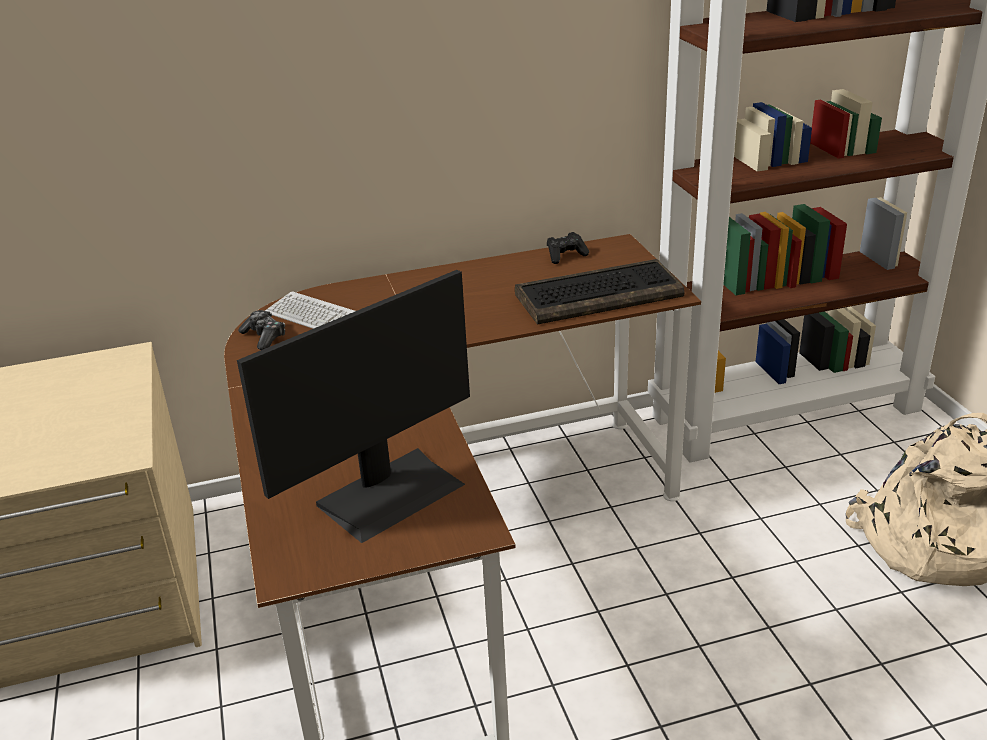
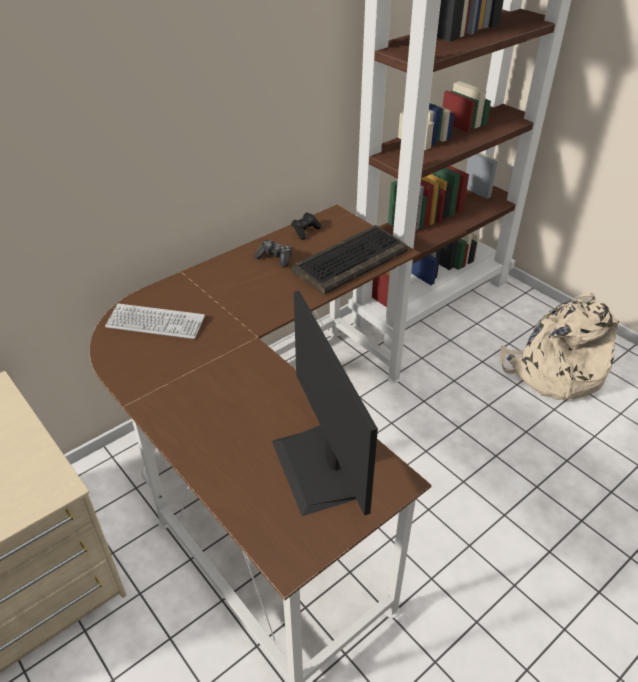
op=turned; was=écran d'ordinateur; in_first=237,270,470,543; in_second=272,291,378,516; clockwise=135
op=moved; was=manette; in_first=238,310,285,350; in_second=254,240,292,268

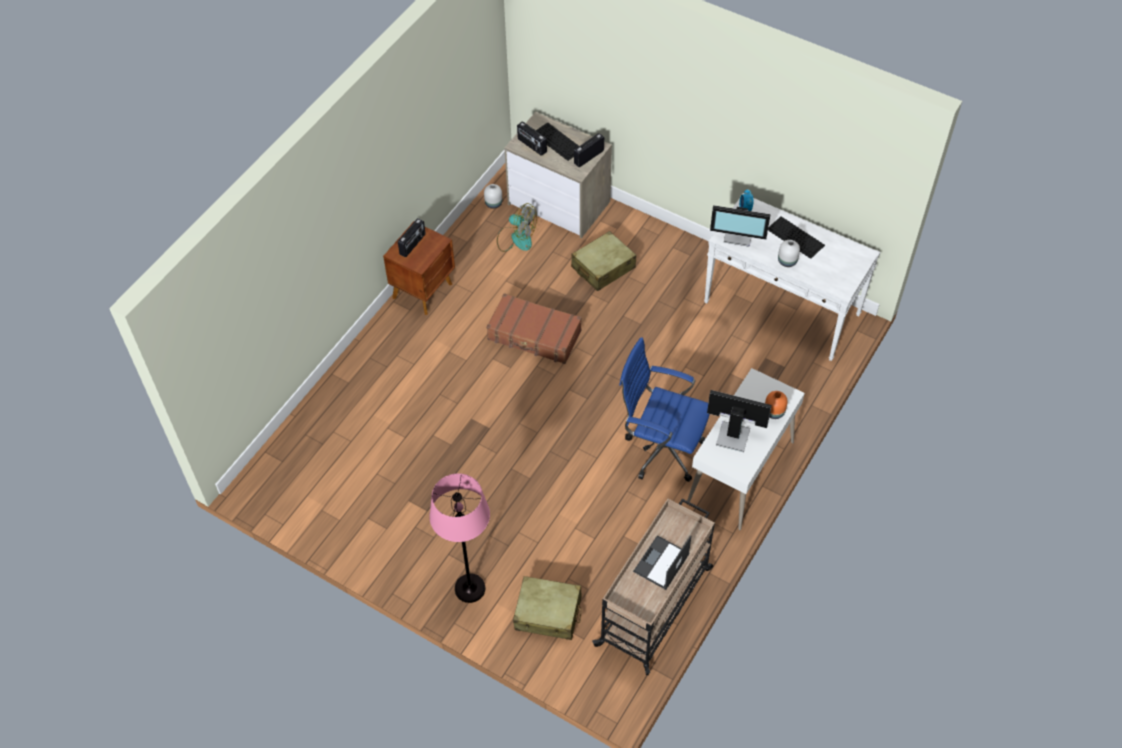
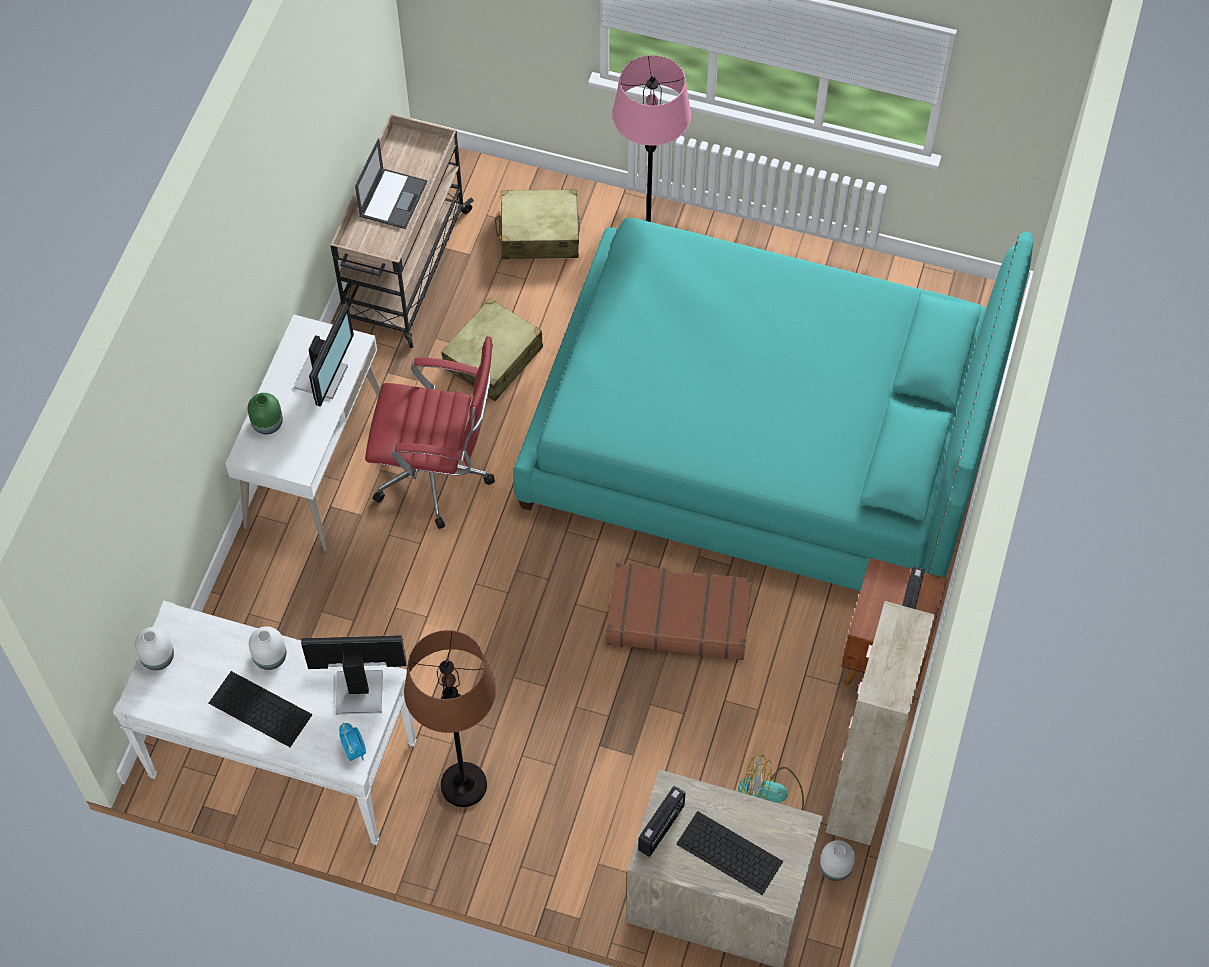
op=removed; was=radio; in_first=517,121,547,156
op=moved; was=valise/beige; in_first=571,231,636,291; in_second=441,298,543,401
op=recoloured; was=chaise de bureau/bleu; now=chaise de bureau/rouge; in_first=619,337,710,482; in_second=365,336,495,529
op=turned; was=écran d'ordinateur; in_first=707,390,772,452; in_second=294,304,354,407; clockwise=-75
op=recoloured; was=vase/orange; now=vase/vert; in_first=765,391,788,419; in_second=248,393,283,434
op=added; now=vase/blanc; in_second=135,627,174,670
op=added; now=lampadaire/marron; in_second=404,630,496,807
op=added; now=lit/turquoise; in_second=513,218,1034,591
op=added; now=meuble de rangement/beige; in_second=825,601,935,845

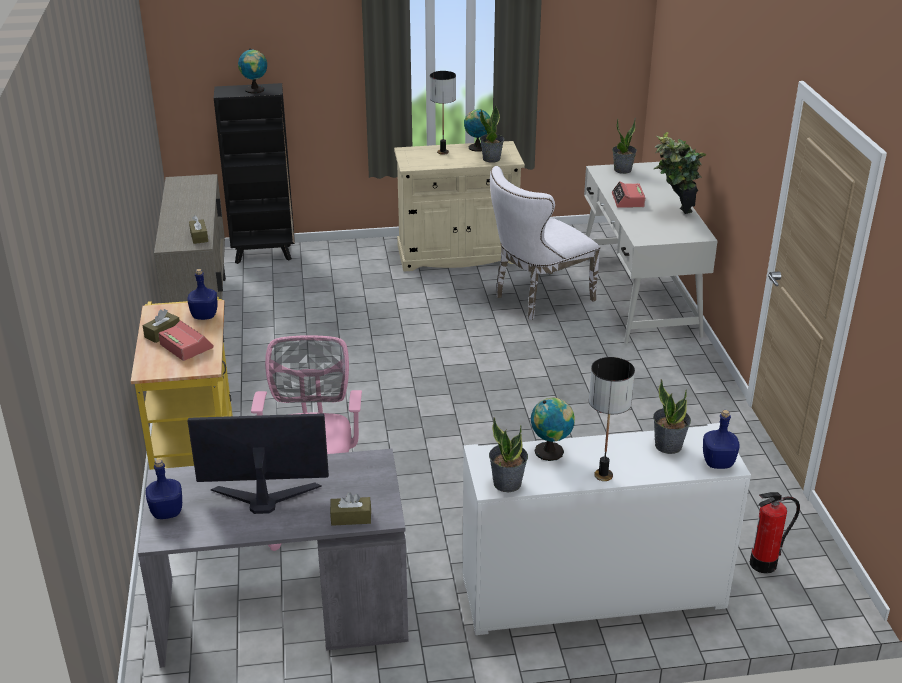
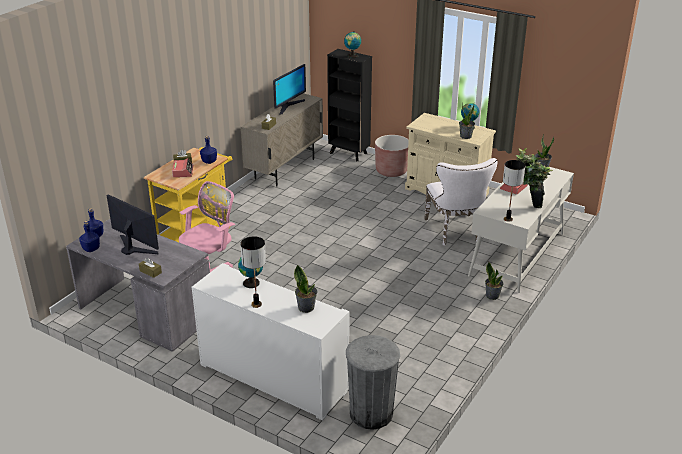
op=moved; was=lampe de table; in_first=430,71,456,155; in_second=503,160,525,222
op=moved; was=plante en pot; in_first=489,418,528,492; in_second=485,262,503,300
op=turned; was=chaise/blanc; in_first=490,166,600,320; in_second=424,158,498,246; clockwise=-105
op=moved; was=bouteille/bleu; in_first=703,410,740,469; in_second=79,221,100,252
op=replaced; was=extincteur; now=poubelle/gris; in_first=750,492,800,574; in_second=346,335,400,430
op=added; now=écran d'ordinateur; in_second=273,64,306,115
op=added; now=cache-pot/marron; in_second=375,135,409,177

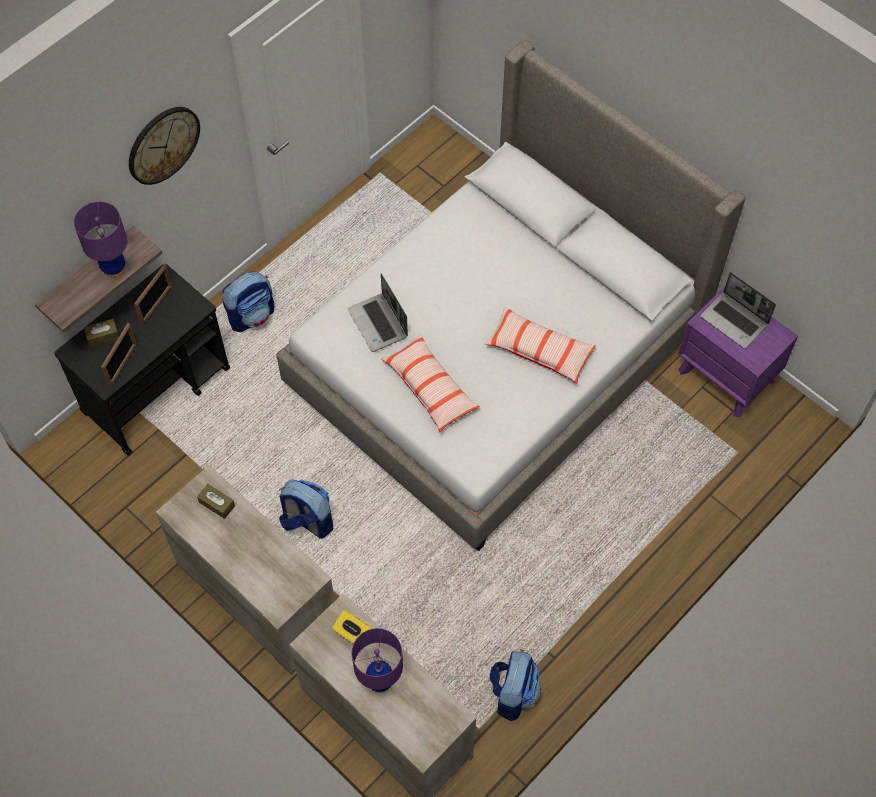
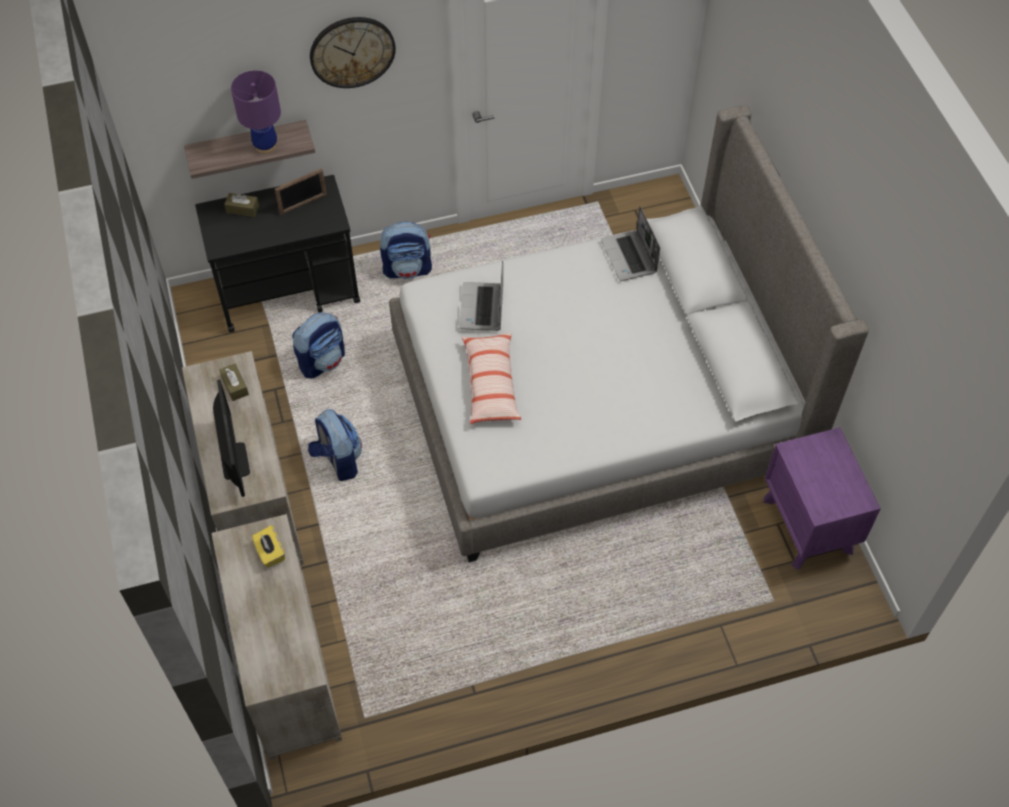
op=removed; was=cadre photo; in_first=101,323,137,387
op=removed; was=lampe de table/violet; in_first=352,628,403,693
op=removed; was=coussin; in_first=485,307,596,384
op=moved; was=sac à dos; in_first=490,649,541,721; in_second=292,312,345,379
op=moved; was=ordinateur portable; in_first=701,272,776,349; in_second=601,207,660,281
op=added; now=écran d'ordinateur; in_second=213,380,250,497

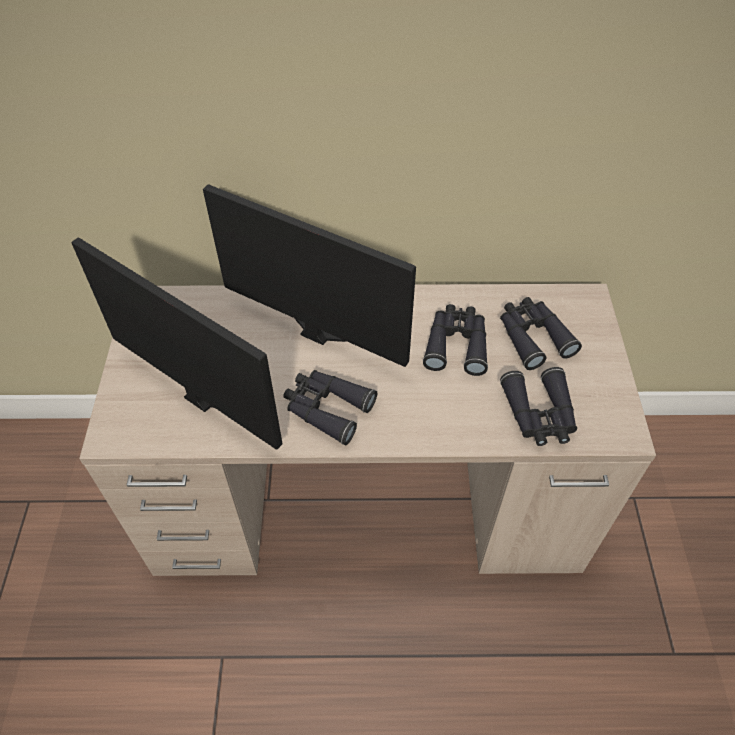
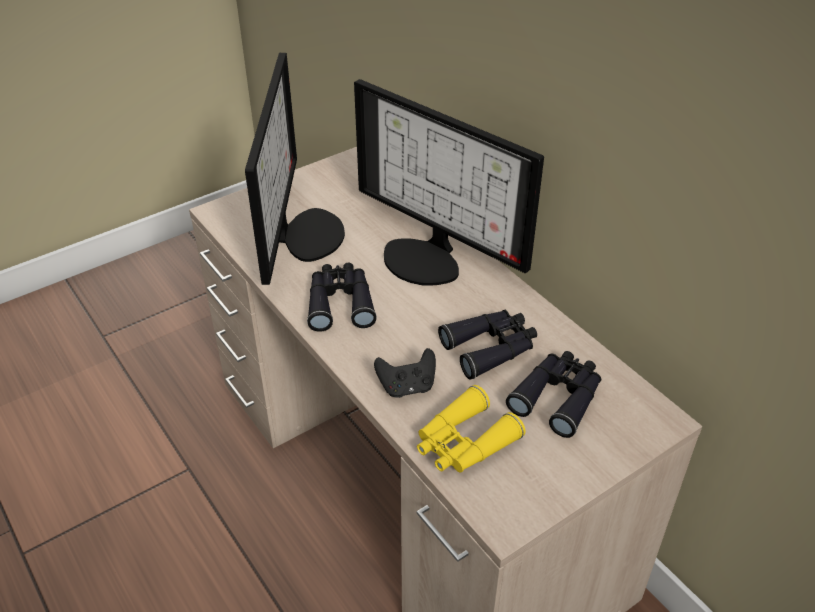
op=turned; was=écran d'ordinateur; in_first=203,184,416,367; in_second=354,79,544,286; clockwise=135
op=recoloured; was=jumelles/noir; now=jumelles/jaune; in_first=500,367,577,446; in_second=417,385,525,473
op=added; now=manette/noir; in_second=374,348,436,398

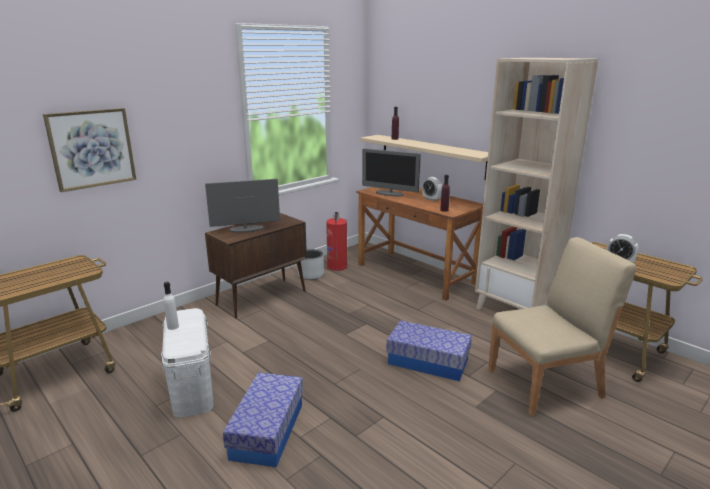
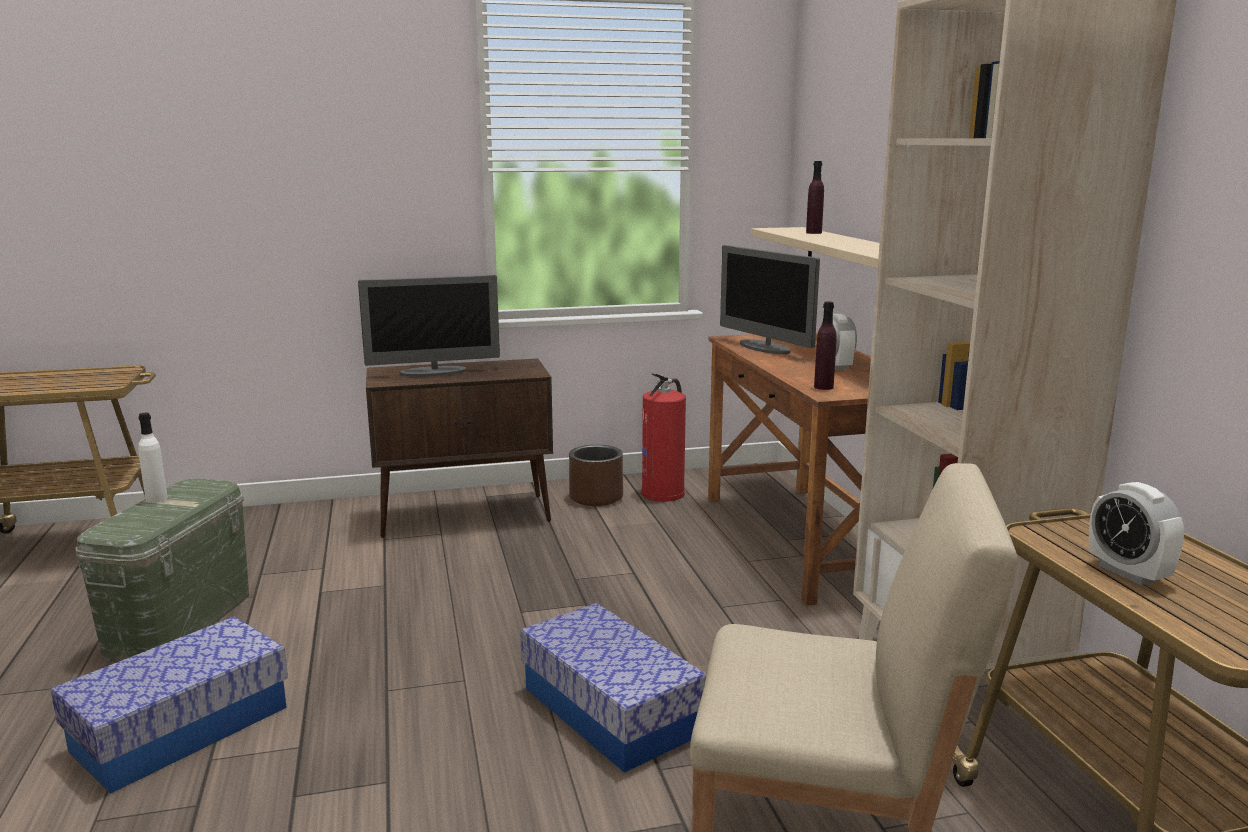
op=removed; was=tableau; in_first=43,108,136,192
op=recoloured; was=boîte de rangement/blanc; now=boîte de rangement/vert; in_first=161,308,214,418; in_second=75,479,249,663
op=turned; was=écran d'ordinateur; in_first=205,179,280,233; in_second=358,275,500,377; clockwise=150
op=recoloured; was=cache-pot/gris; now=cache-pot/marron; in_first=298,249,324,280; in_second=569,445,623,506

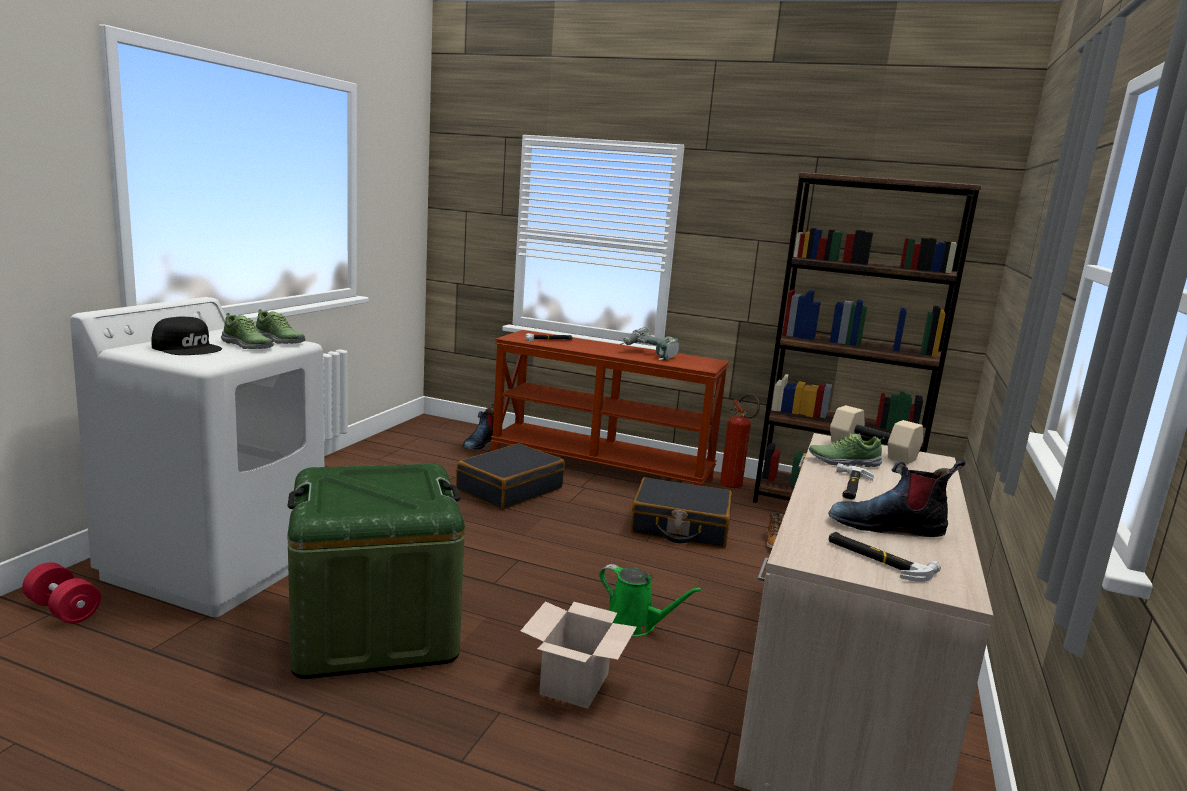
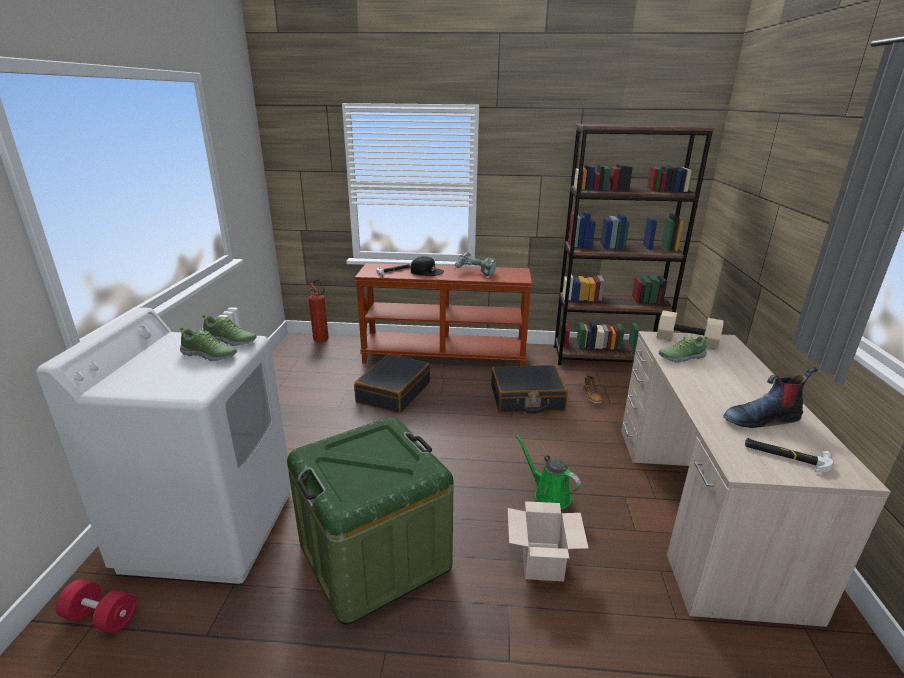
op=moved; was=casquette/noir; in_first=151,316,222,355; in_second=411,256,444,276
op=removed; was=botte; in_first=462,402,494,449
op=turned; was=arrosoir/vert; in_first=599,564,702,637; in_second=516,435,581,509; clockwise=-150
op=moved; was=extincteur; in_first=720,394,760,488; in_second=309,279,329,342
op=removed; was=marteau; in_first=836,463,874,499

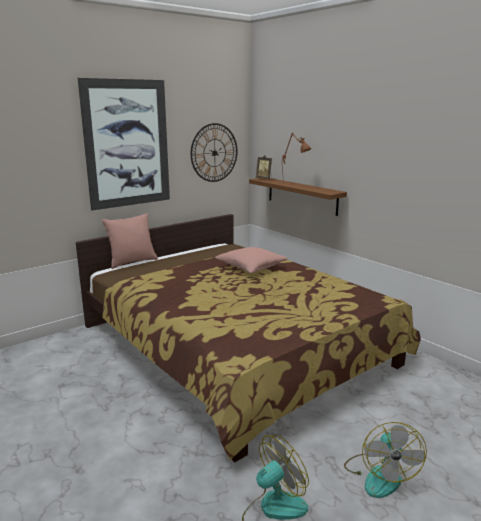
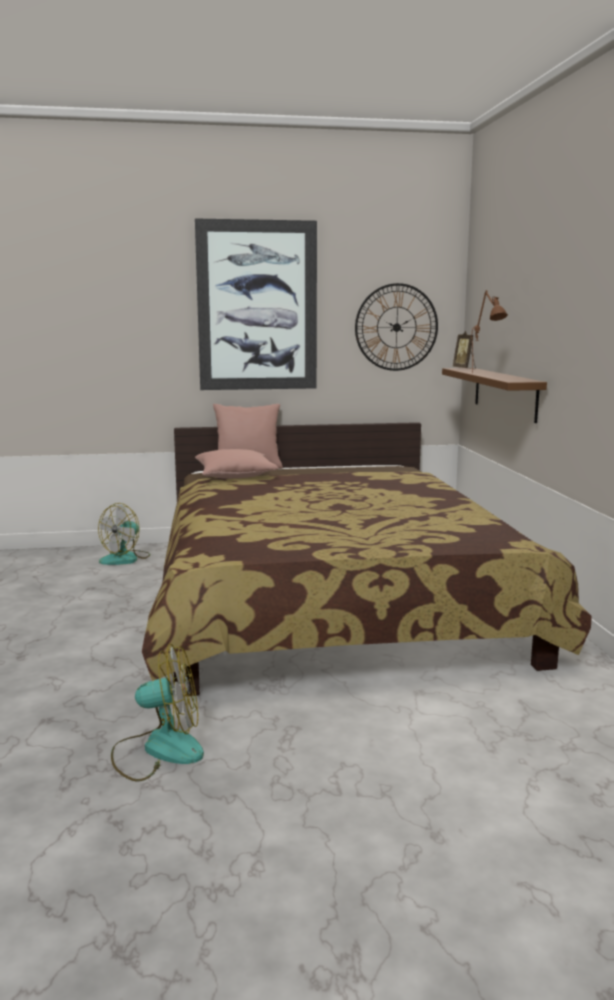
op=moved; was=coussin/rose; in_first=215,247,288,273; in_second=195,449,278,479
op=moved; was=ventilateur; in_first=344,422,427,498; in_second=98,503,151,565

